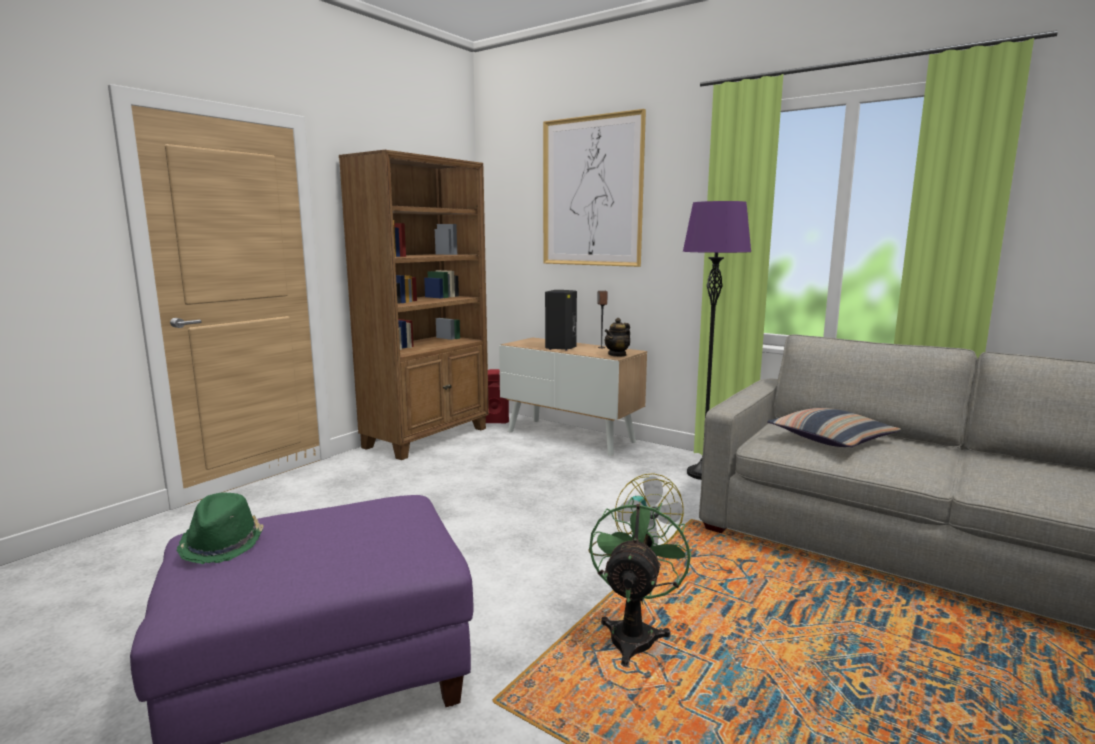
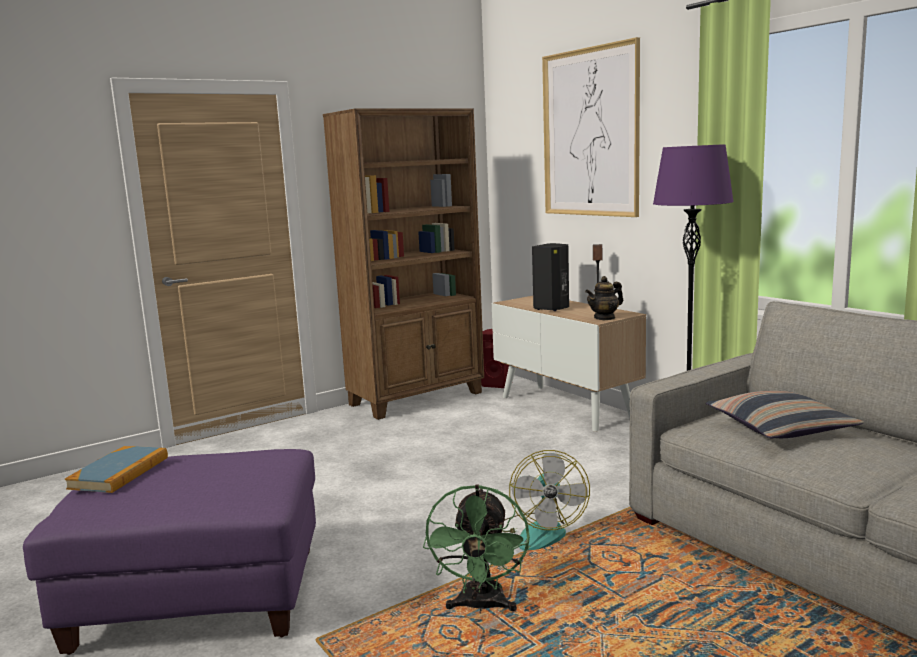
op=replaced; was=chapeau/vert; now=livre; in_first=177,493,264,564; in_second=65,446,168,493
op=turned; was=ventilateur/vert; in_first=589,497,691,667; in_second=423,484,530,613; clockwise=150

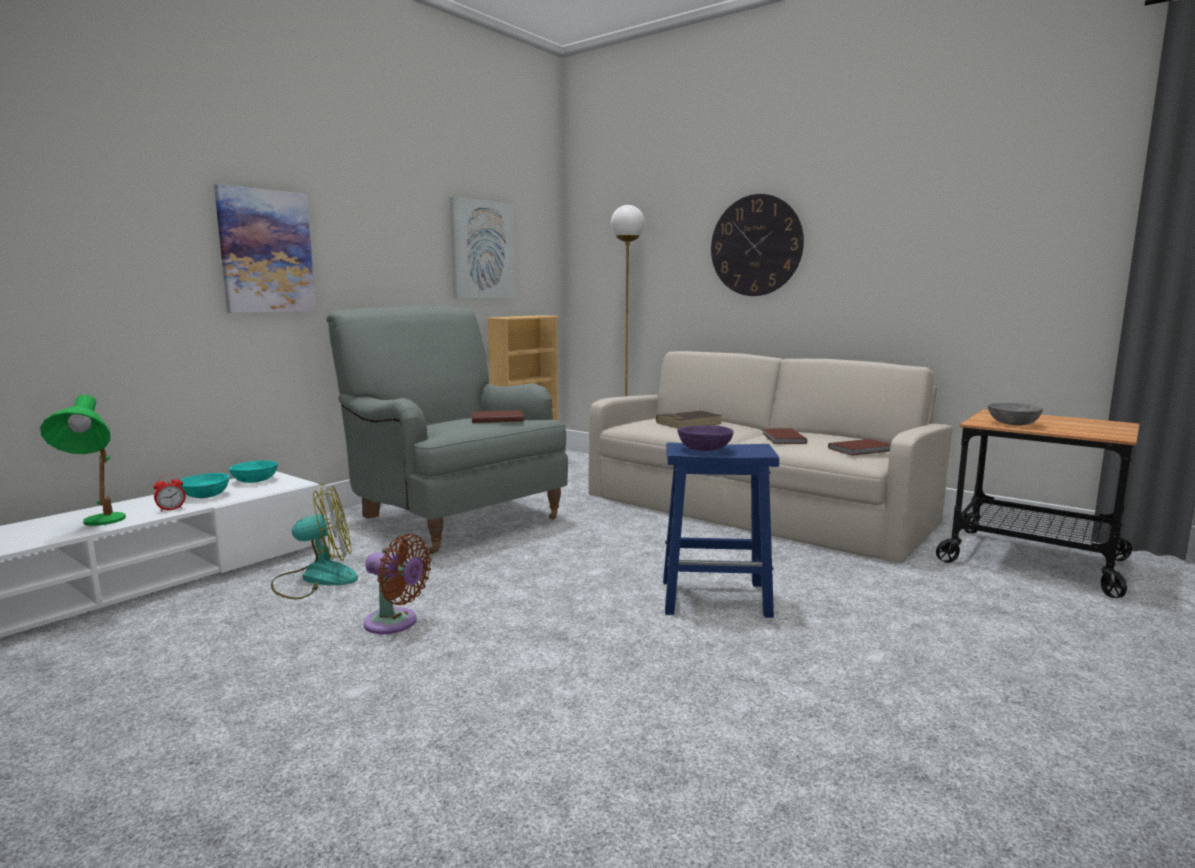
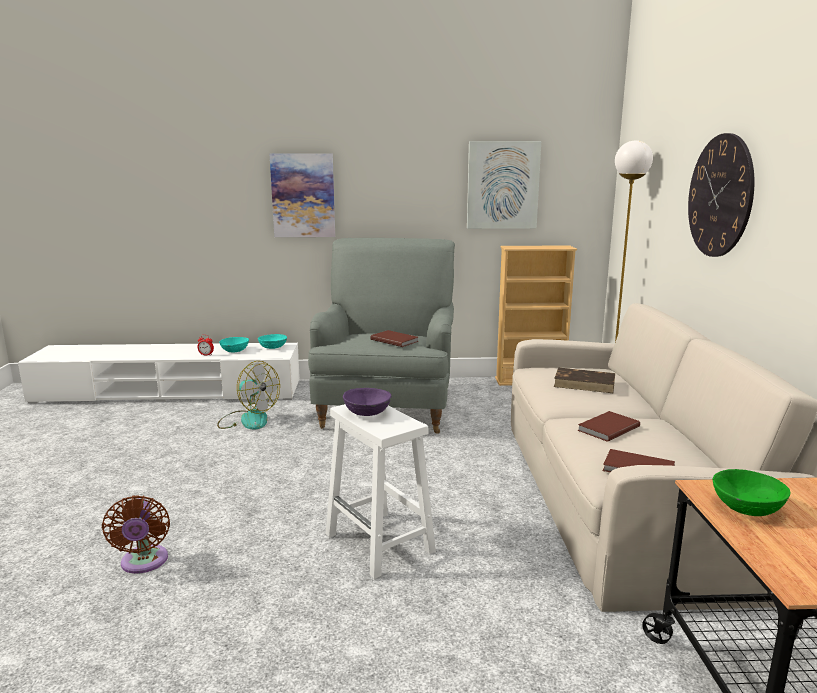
op=removed; was=lampe de table/vert; in_first=40,395,126,526
op=moved; was=ventilateur/marron; in_first=364,534,431,634; in_second=102,495,170,574
op=recoloured; was=tabouret/bleu; now=tabouret/blanc; in_first=663,442,779,618; in_second=326,404,436,579
op=recoloured; was=bol/gris; now=bol/vert; in_first=988,403,1043,425; in_second=713,469,790,516

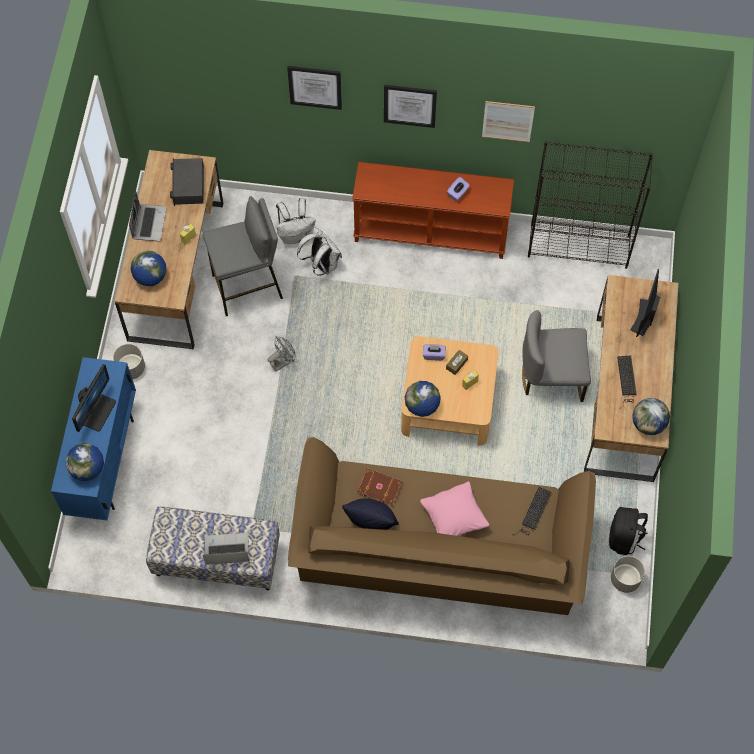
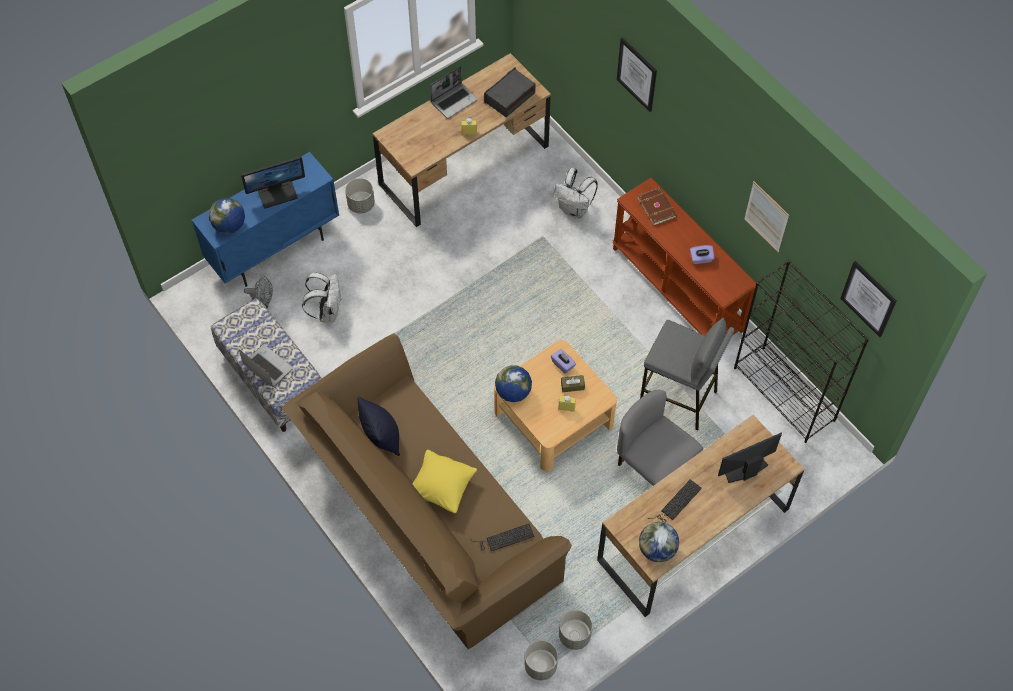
op=removed; was=globe; in_first=131,251,166,286
op=moved; was=tabouret/gris; in_first=203,196,283,316; in_second=640,318,735,431
op=moved; was=ventilateur/gris; in_first=268,337,296,372; in_second=244,276,273,309
op=moved; was=sac à dos/blanc; in_first=297,227,342,276; in_second=302,272,341,322
op=moved; was=livre/marron; in_first=357,468,403,507; in_second=637,187,677,226
op=moved; was=tableau; in_first=384,85,437,128; in_second=840,261,897,337
op=recoloured; was=coussin/rose; now=coussin/jaune; in_first=420,481,489,536; in_second=413,450,477,513
op=replaced; was=sac à dos/noir; now=cache-pot/gris; in_first=609,507,648,555; in_second=559,610,592,650

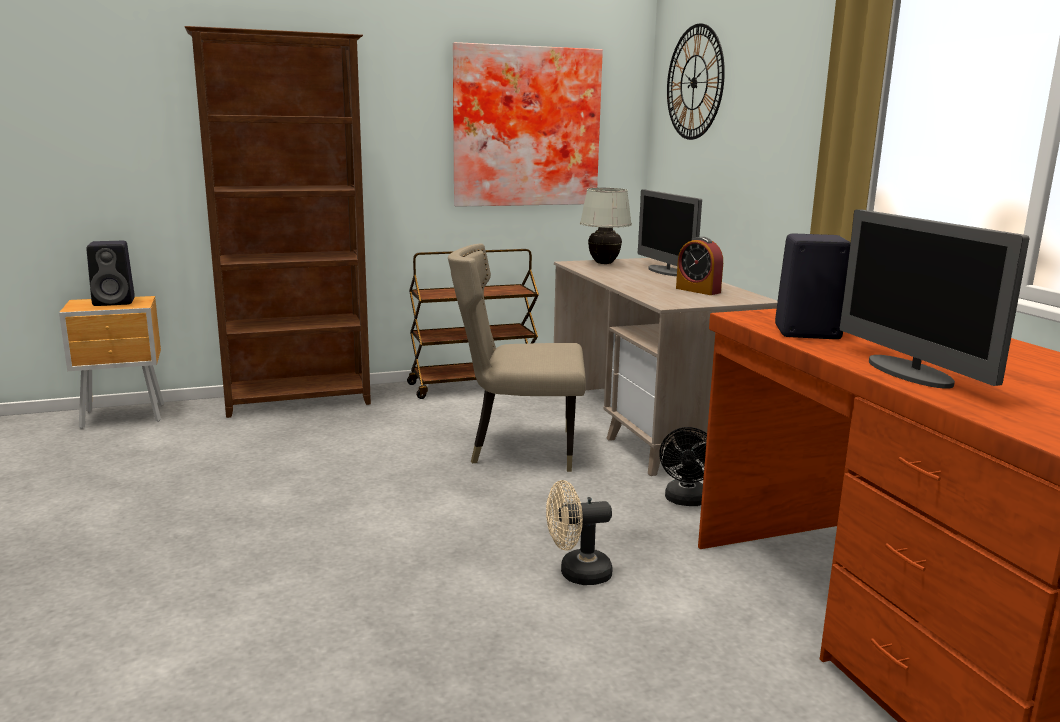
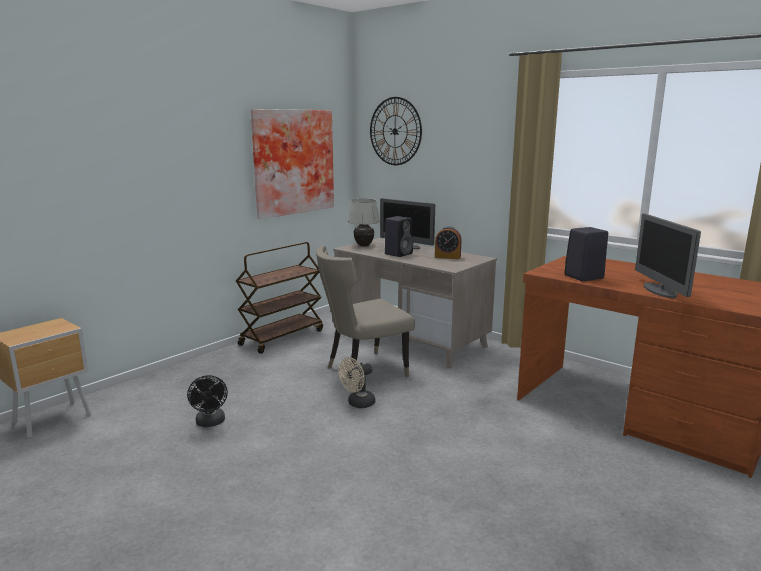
op=moved; was=enceinte/noir; in_first=87,241,135,306; in_second=385,216,413,257
op=removed; was=bibliothèque/marron; in_first=185,26,371,418
op=moved; was=ventilateur/beige; in_first=546,480,613,585; in_second=338,357,375,408
op=moved; was=ventilateur/noir; in_first=659,427,707,506; in_second=187,375,228,427
op=turned; was=écran d'ordinateur; in_first=840,209,1029,389; in_second=635,214,701,298; clockwise=45

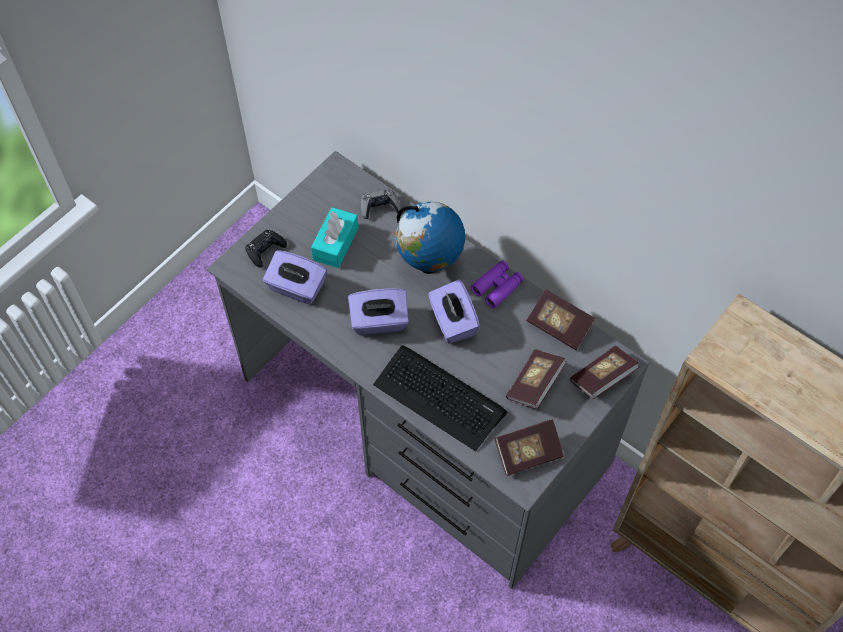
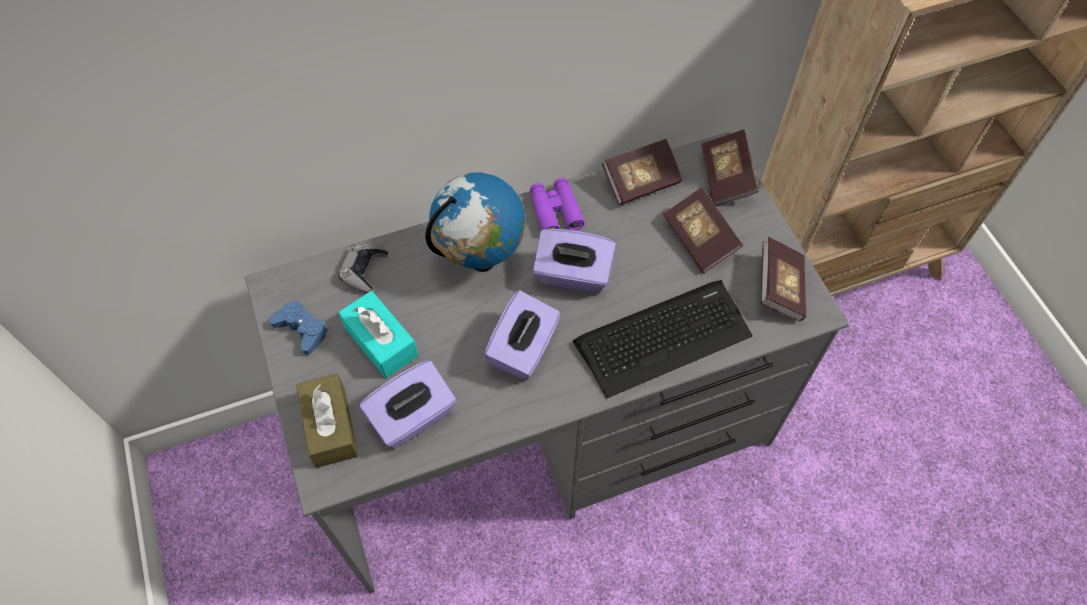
op=replaced; was=manette/noir; now=boîte à mouchoirs/marron; in_first=245,230,287,268; in_second=296,374,358,468
op=added; now=manette/bleu; in_second=269,301,328,355

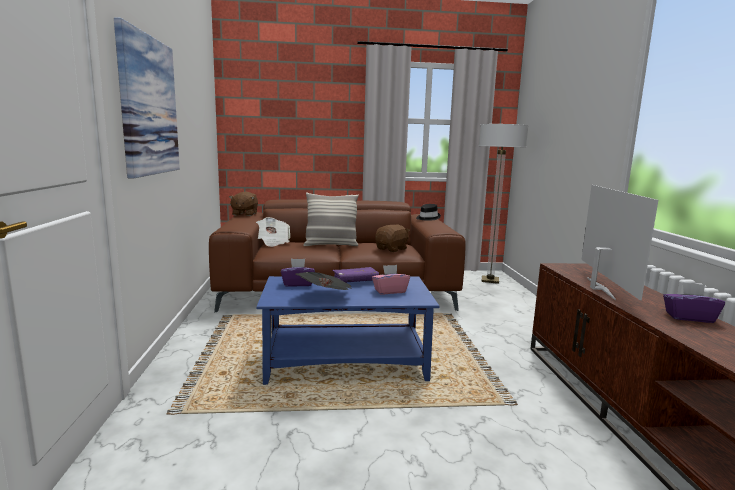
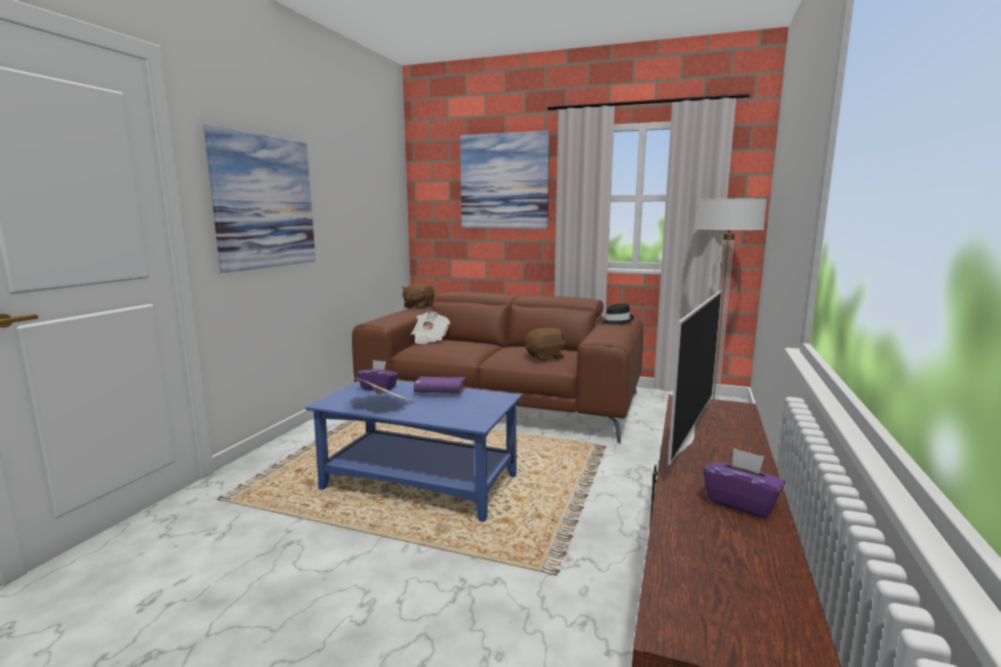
op=removed; was=coussin; in_first=303,192,359,246
op=removed; was=boîte à mouchoirs/rose; in_first=372,265,410,294
op=added; now=tableau; in_second=460,131,550,229

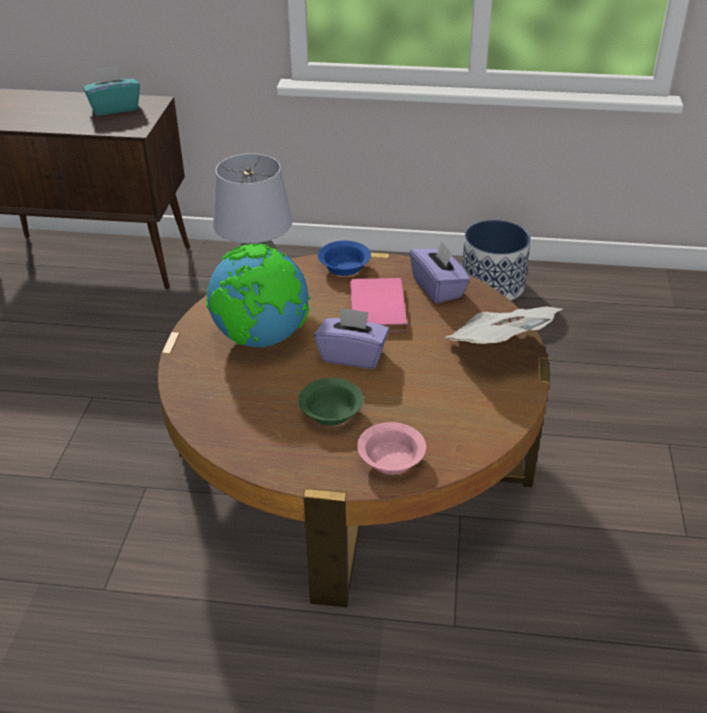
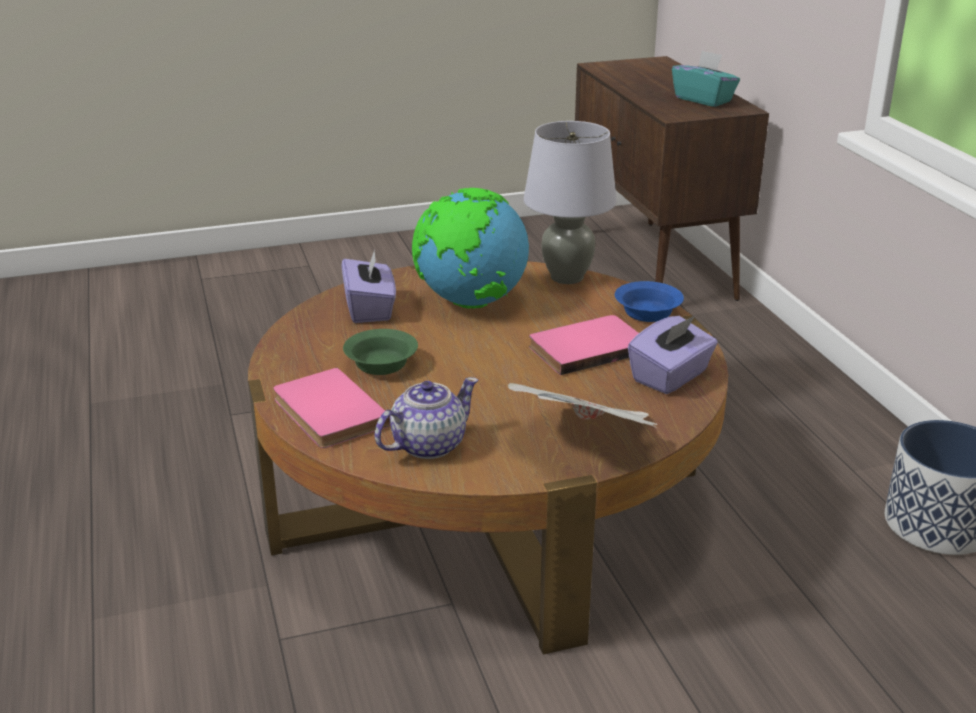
op=moved; was=boîte à mouchoirs/violet; in_first=314,307,389,369; in_second=341,249,396,323
op=replaced; was=bol/rose; now=livre/rose; in_first=357,422,426,474; in_second=273,368,390,448
op=added; now=théière; in_second=375,377,478,459

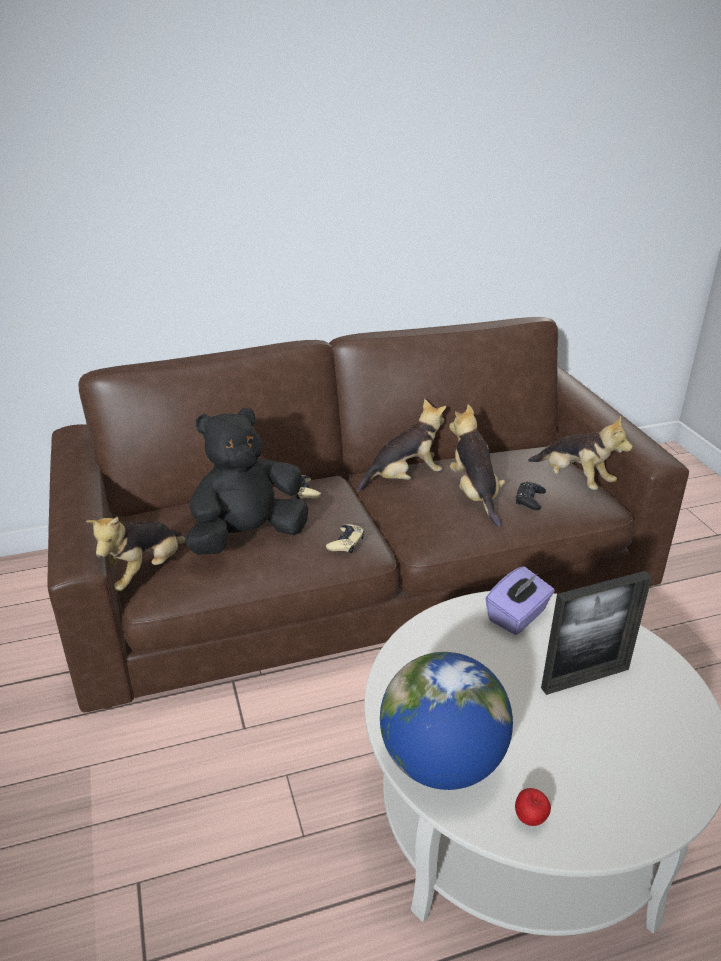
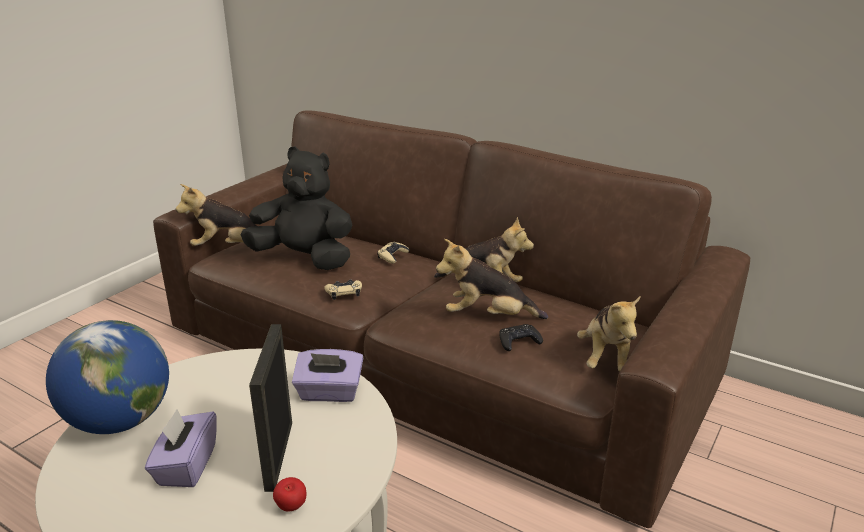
op=turned; was=peluche; in_first=449,405,505,527; in_second=436,239,548,319; clockwise=-120
op=moved; was=pomme; in_first=515,788,551,826; in_second=273,477,306,512
op=turned; was=cadre photo; in_first=541,571,652,695; in_second=249,324,292,492; clockwise=60
op=added; now=boîte à mouchoirs/violet; in_second=145,409,216,487

